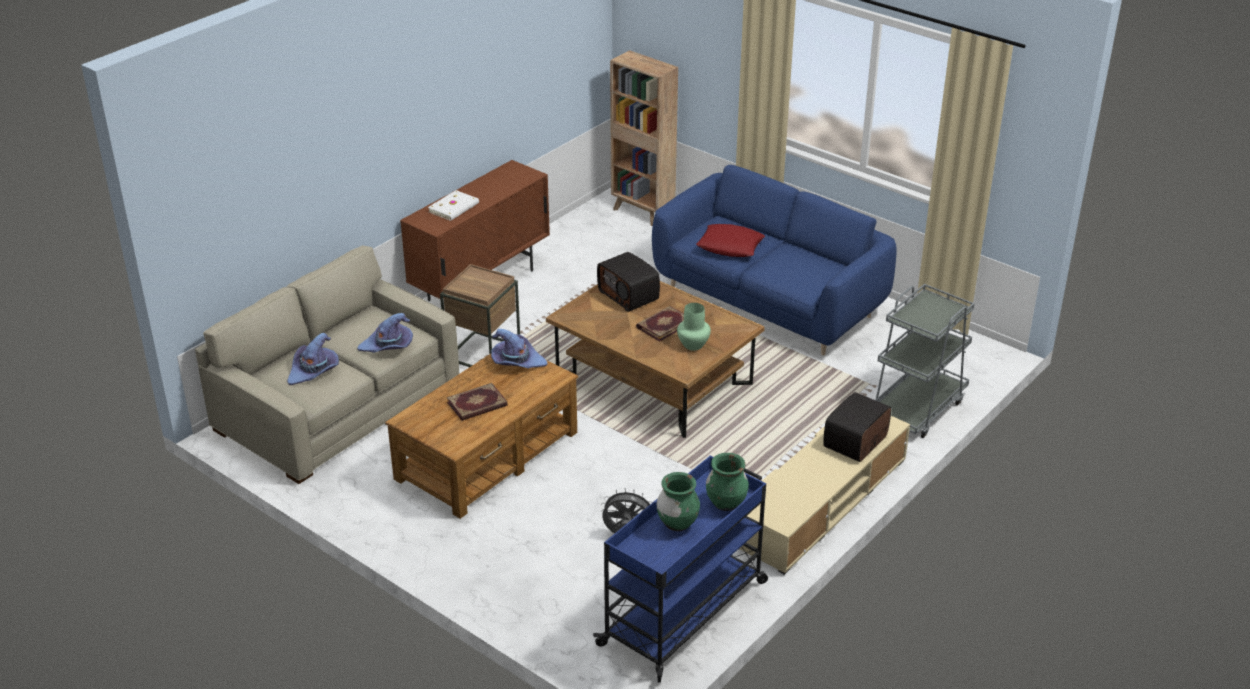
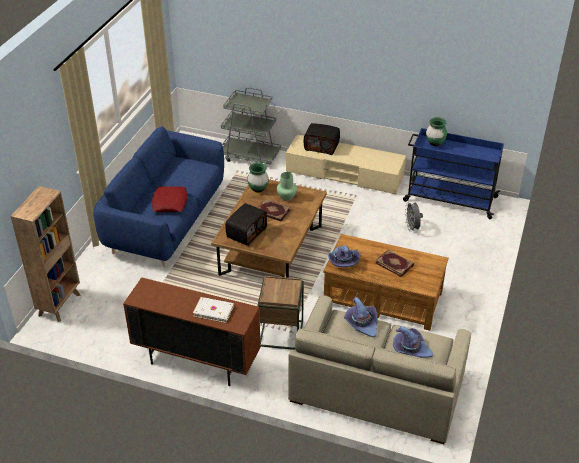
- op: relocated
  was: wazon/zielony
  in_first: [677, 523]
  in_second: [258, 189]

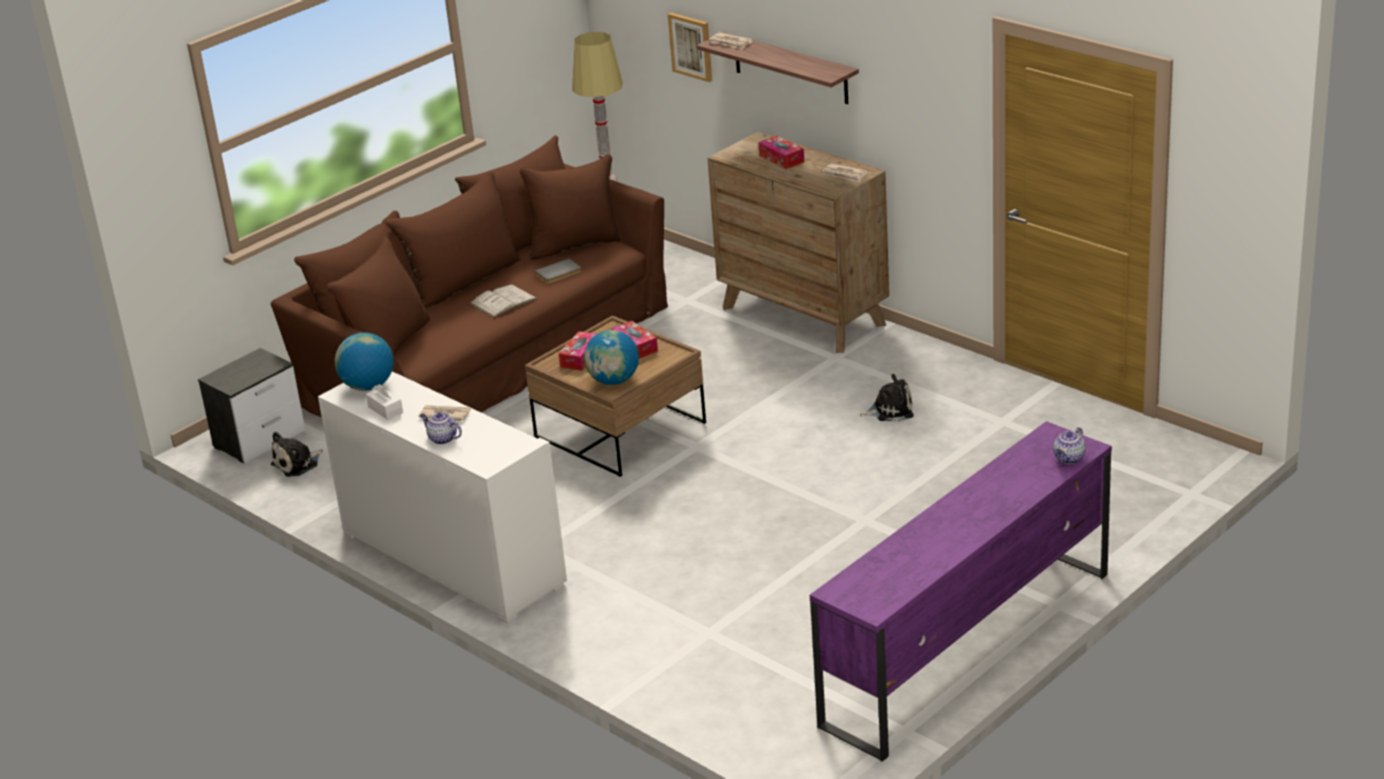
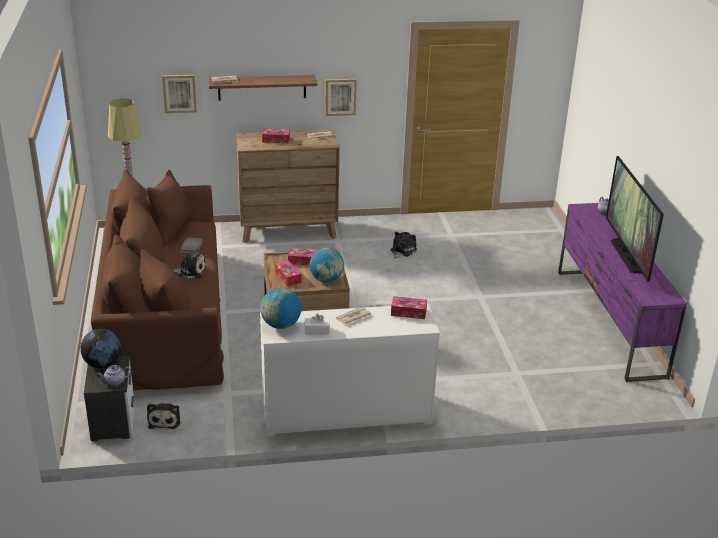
- op: relocated
  was: imbryk
  in_first: [442, 439]
  in_second: [114, 382]
- op: exchanged
  was: książka/biały
  now: pluszak
  in_first: [503, 301]
  in_second: [190, 271]
- op: appeared
  now: globus
  in_second: [102, 364]
- op: appeared
  now: obraz
  in_second: [340, 96]
- op: appeared
  now: pudełko chusteczek
  in_second: [408, 312]
- op: appeared
  now: telewizor
  in_second: [626, 256]

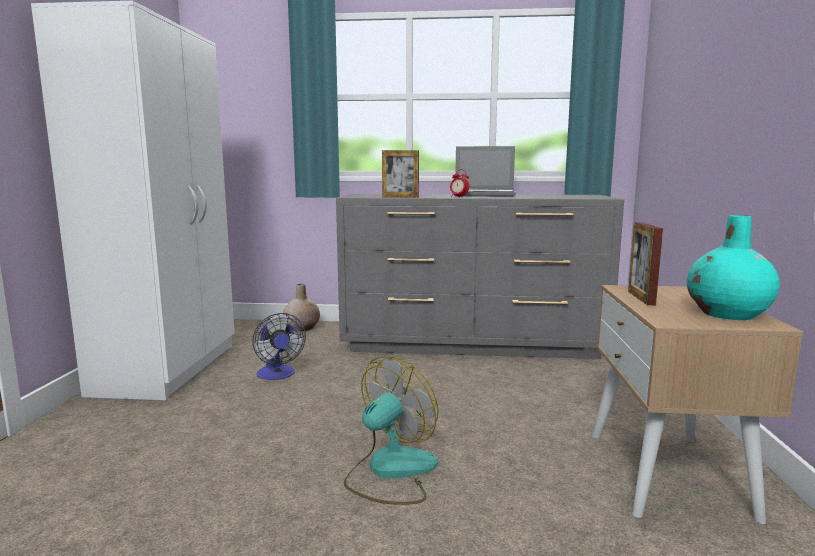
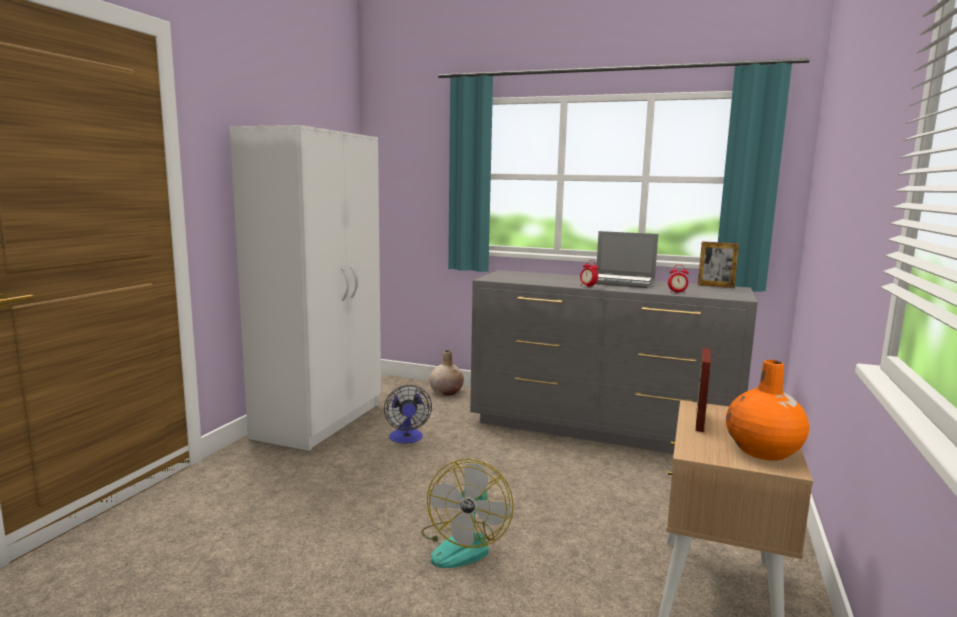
- op: spun
  was: wentylator
  in_first: [390, 471]
  in_second: [464, 544]
  clockwise: 135
- op: relocated
  was: ramka na zdjęcie
  in_first: [400, 197]
  in_second: [716, 286]
- op: colour
  was: wazon/turkusowy
  now: wazon/pomarańczowy
  in_first: [728, 314]
  in_second: [763, 451]
- op: appeared
  now: budzik
  in_second: [677, 293]

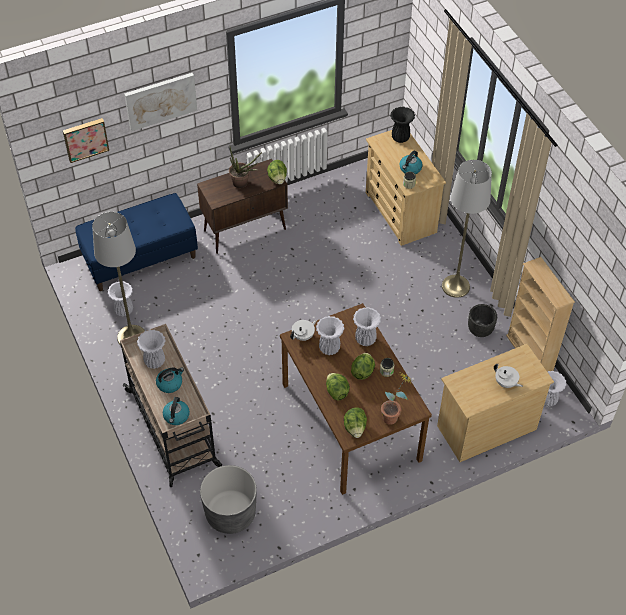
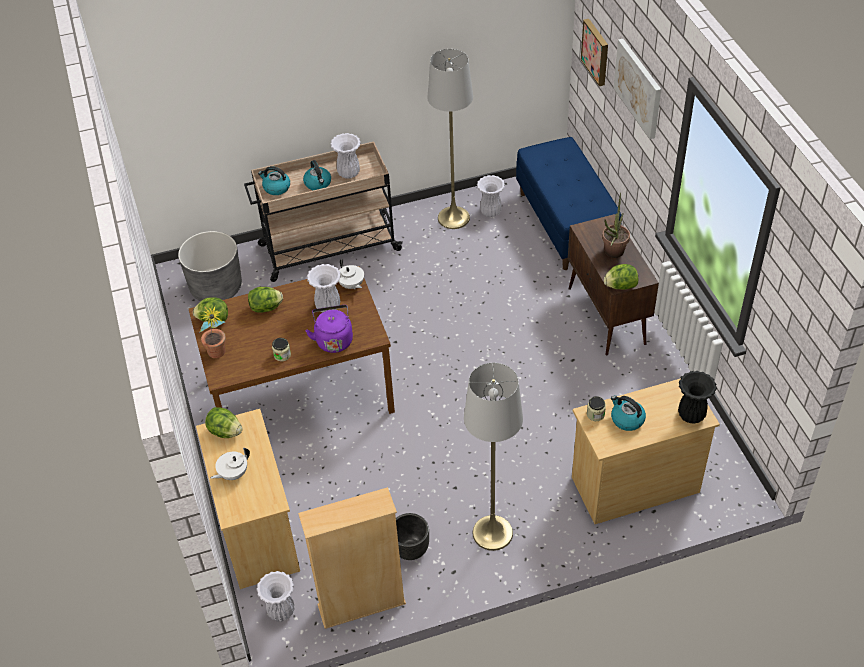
- op: relocated
  was: sałata
  in_first: [363, 371]
  in_second: [225, 432]
- op: exchanged
  was: wazon/biały
  now: czajnik/fioletowy
  in_first: [365, 339]
  in_second: [333, 339]

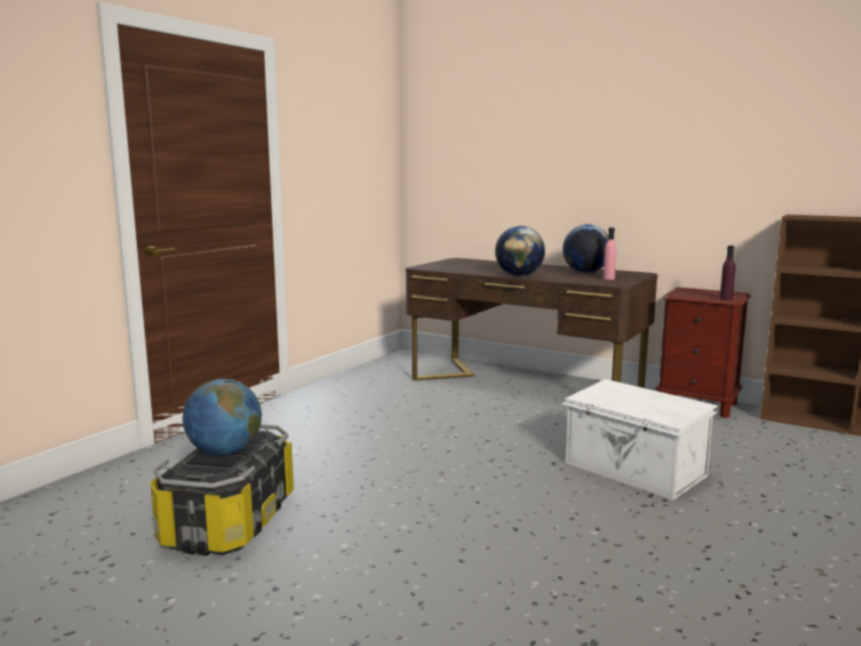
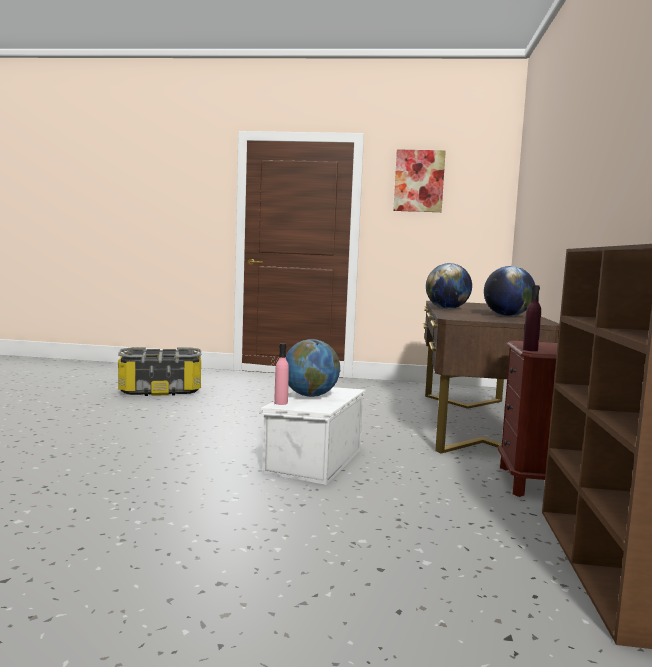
- op: relocated
  was: globus
  in_first: [225, 452]
  in_second: [310, 396]
- op: relocated
  was: butelka/różowy
  in_first: [608, 278]
  in_second: [281, 403]
- op: appeared
  now: obraz
  in_second: [419, 181]

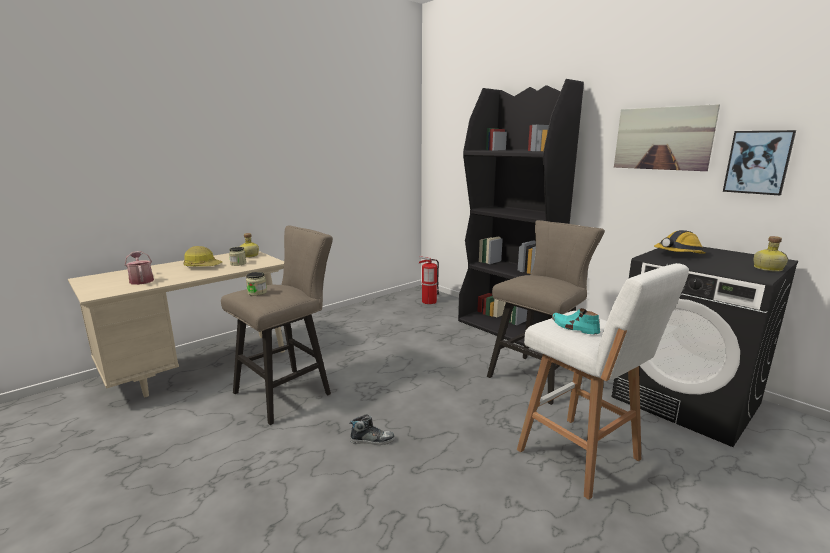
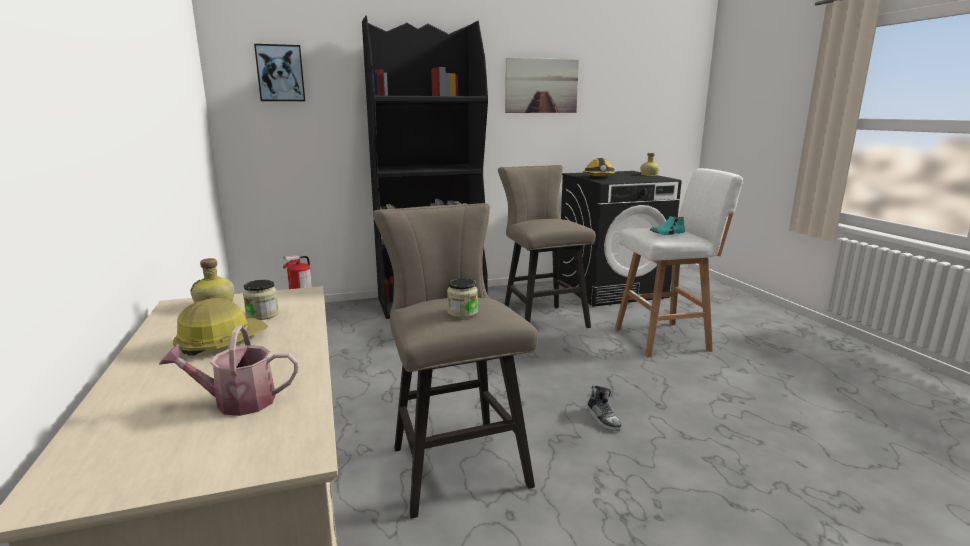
- op: spun
  was: but
  in_first: [372, 440]
  in_second: [603, 419]
  clockwise: 135
- op: relocated
  was: obraz
  in_first: [758, 162]
  in_second: [280, 73]

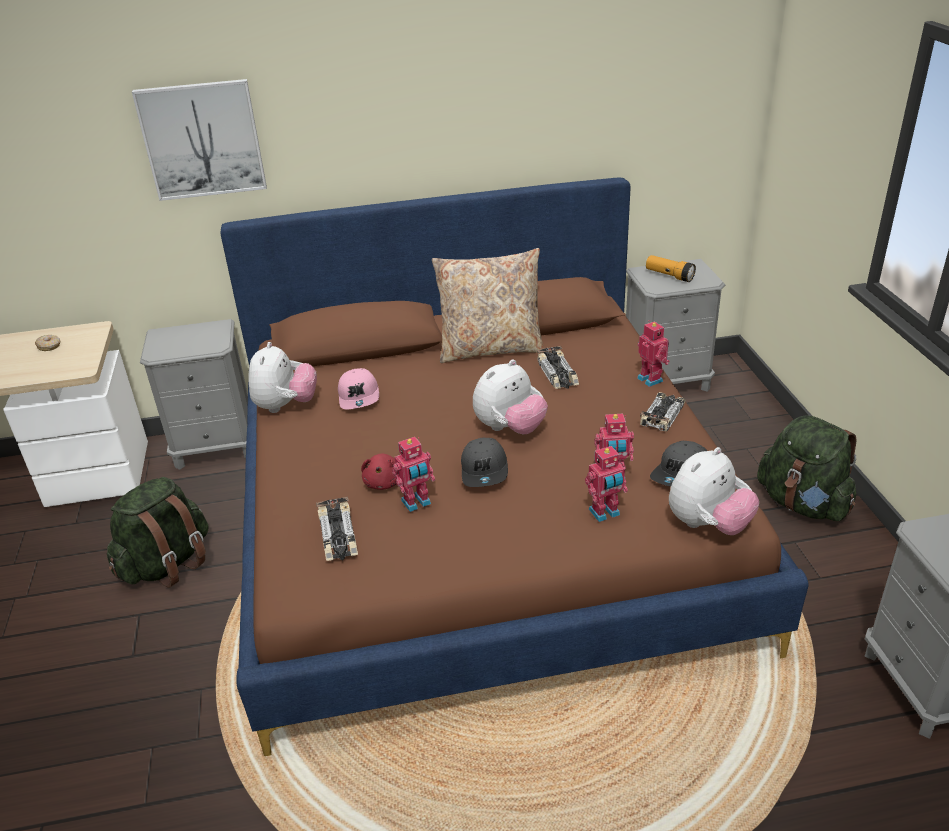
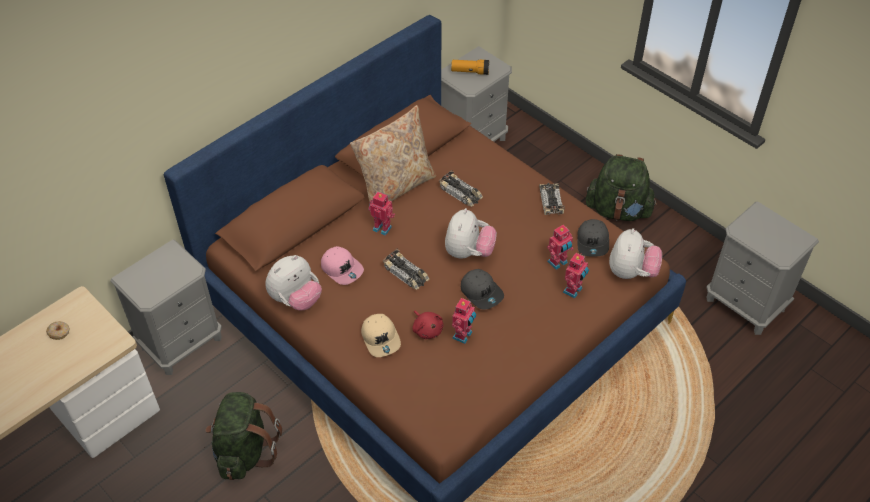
- op: missing
  was: obraz
  in_first: [202, 140]
- op: spun
  was: pluszak
  in_first: [285, 406]
  in_second: [296, 299]
  clockwise: 75
- op: relocated
  was: samochodzik
  in_first: [338, 536]
  in_second: [406, 273]
- op: relocated
  was: robot zabawkowy
  in_first: [651, 379]
  in_second: [382, 227]
- op: appeared
  now: czapka z daszkiem/beżowy
  in_second: [381, 338]

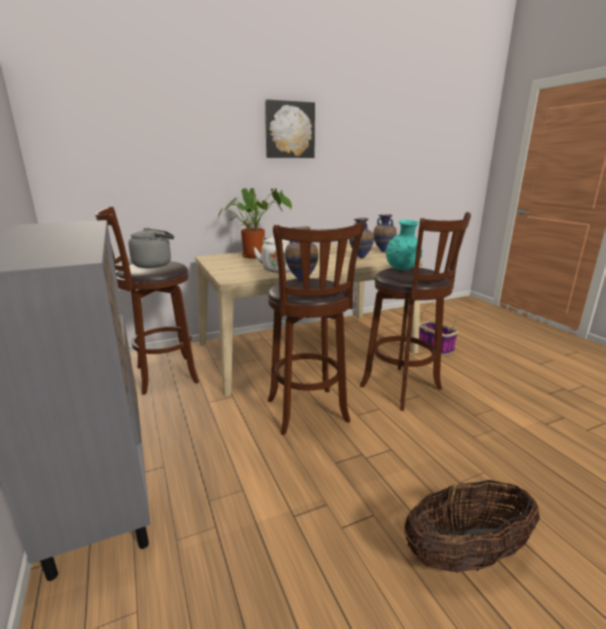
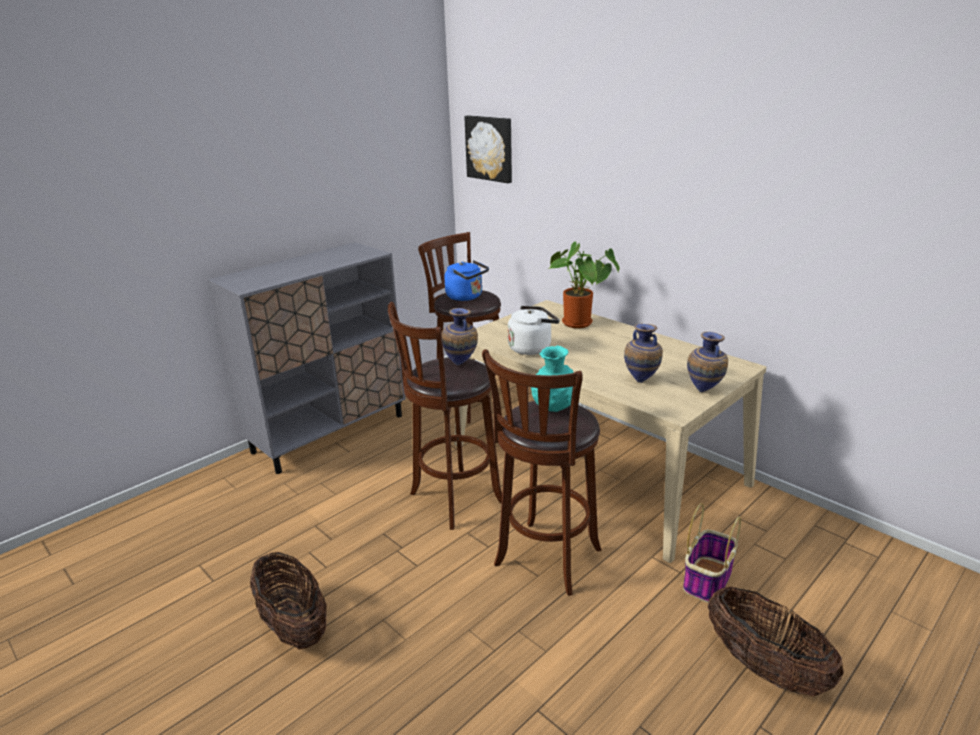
- op: colour
  was: czajnik/szary
  now: czajnik/niebieski
  in_first: [155, 264]
  in_second: [466, 297]
- op: relocated
  was: obraz
  in_first: [289, 130]
  in_second: [490, 148]
- op: appeared
  now: koszyk
  in_second: [764, 668]

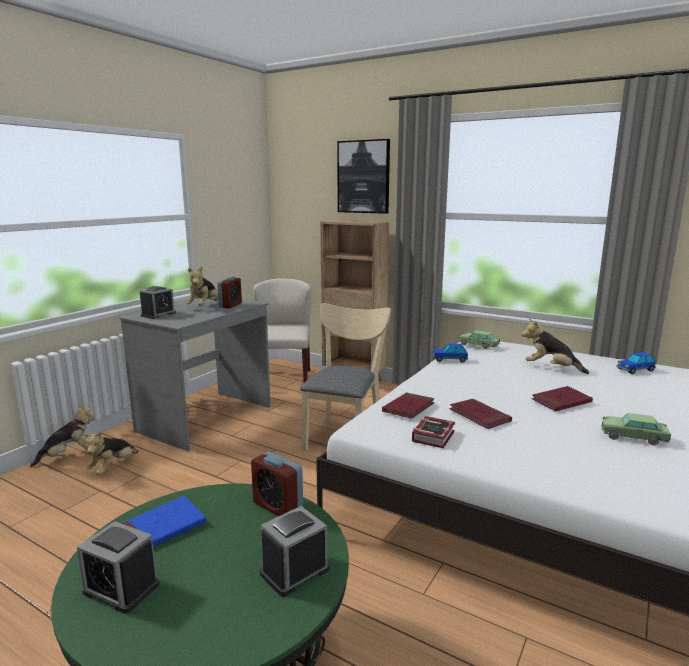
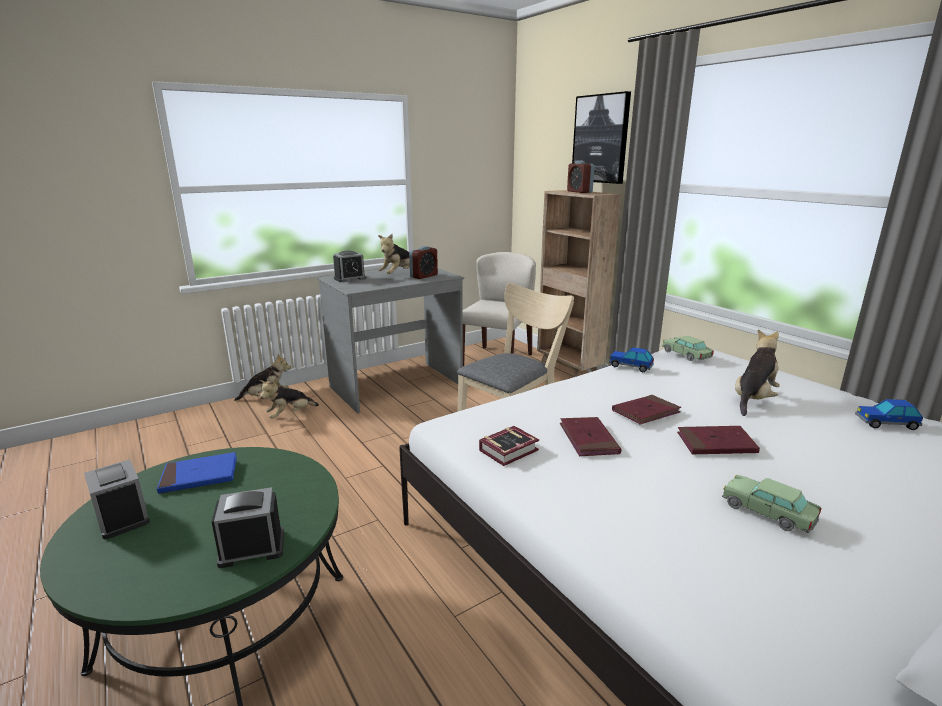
- op: relocated
  was: budzik
  in_first: [278, 506]
  in_second: [579, 192]
- op: relocated
  was: książka/czerwony
  in_first: [408, 408]
  in_second: [646, 412]
- op: spun
  was: pluszak
  in_first: [551, 368]
  in_second: [753, 399]
  clockwise: 75

